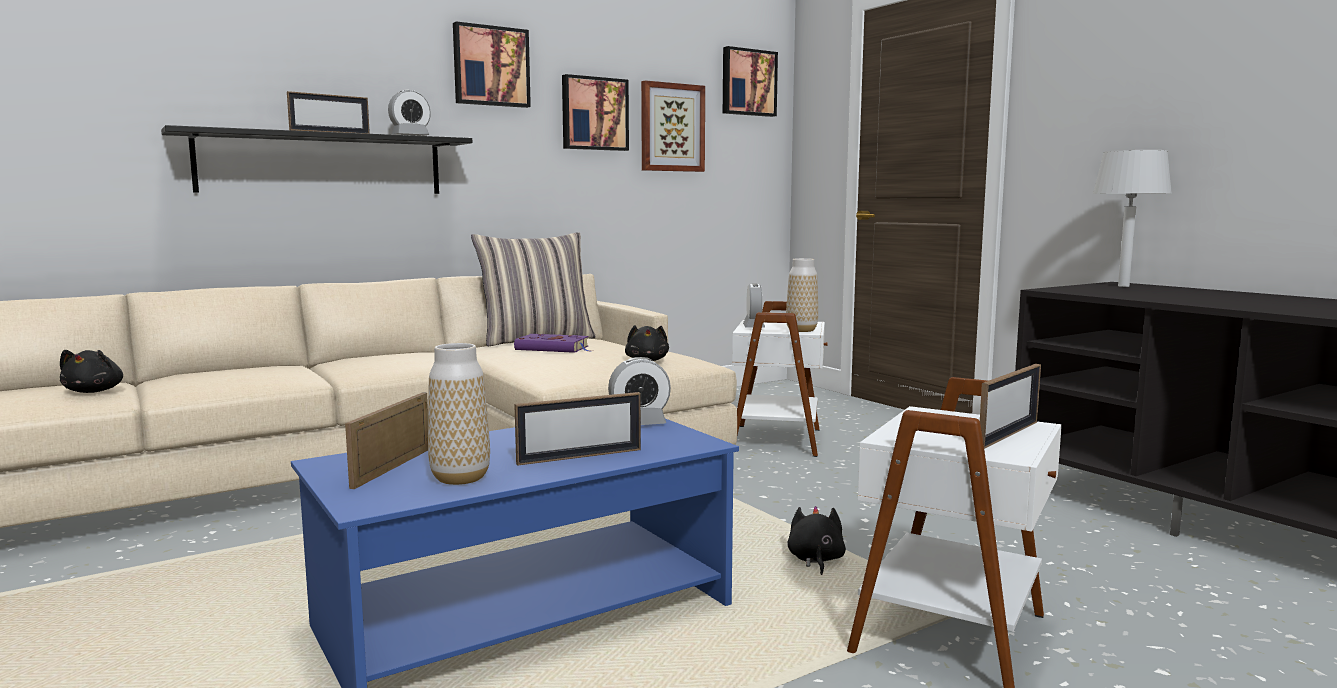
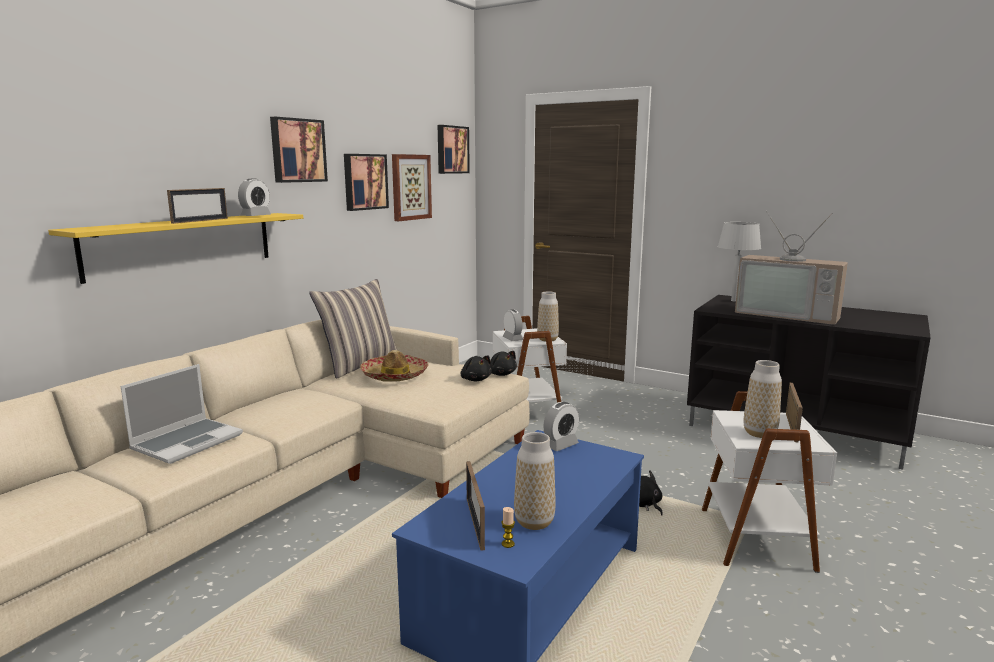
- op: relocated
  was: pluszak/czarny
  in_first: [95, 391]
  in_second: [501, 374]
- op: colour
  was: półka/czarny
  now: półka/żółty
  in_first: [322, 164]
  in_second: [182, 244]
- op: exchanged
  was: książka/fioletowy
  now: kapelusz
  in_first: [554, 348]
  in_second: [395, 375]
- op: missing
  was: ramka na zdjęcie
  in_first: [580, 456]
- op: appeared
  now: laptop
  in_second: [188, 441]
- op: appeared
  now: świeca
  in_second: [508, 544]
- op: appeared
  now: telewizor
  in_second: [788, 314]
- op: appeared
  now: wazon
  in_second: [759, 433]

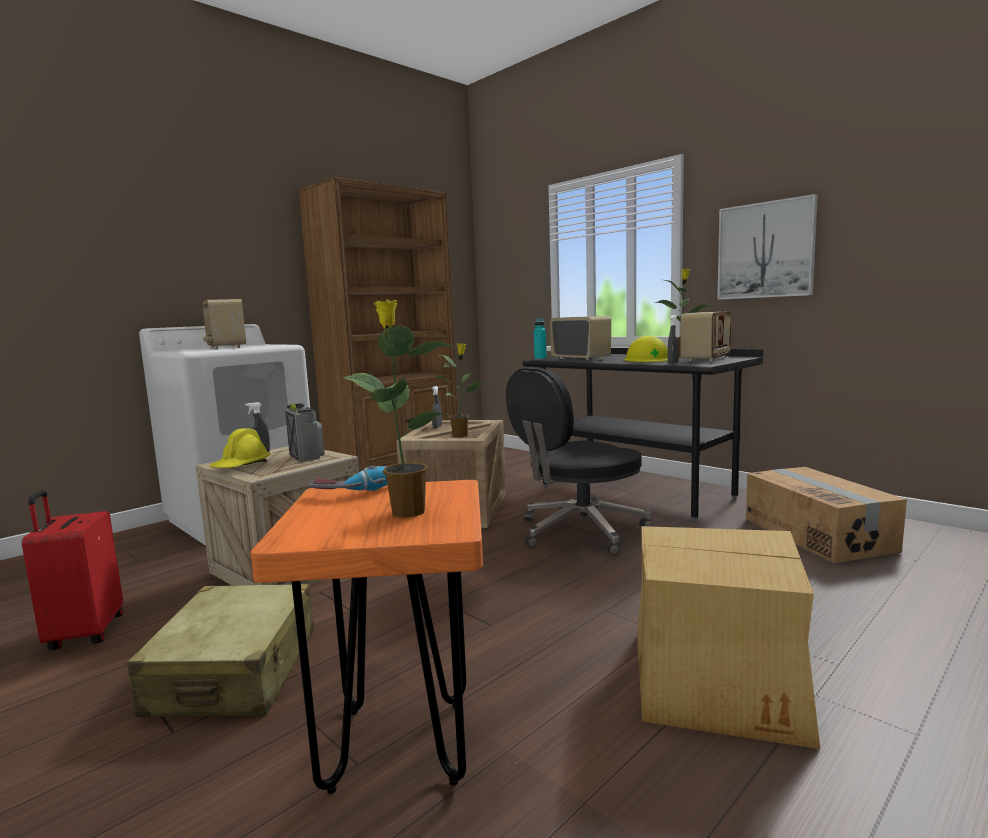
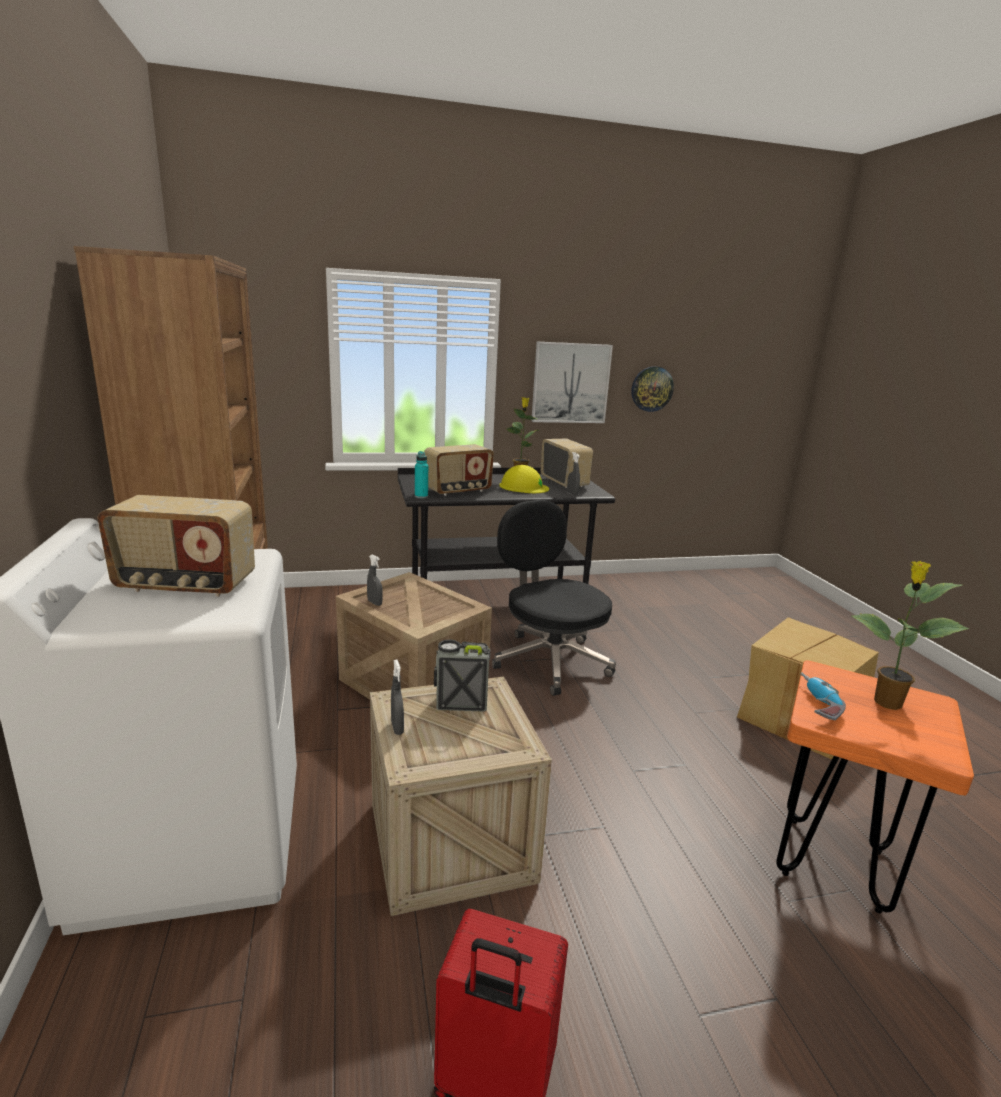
- op: missing
  was: walizka/beżowy
  in_first: [235, 671]
- op: missing
  was: kask/żółty
  in_first: [241, 466]
- op: missing
  was: roślina doniczkowa
  in_first: [461, 435]
- op: spun
  was: krzesło biurowe/czarny
  in_first: [579, 531]
  in_second: [549, 660]
  clockwise: 150
- op: spun
  was: radio
  in_first: [580, 359]
  in_second: [458, 491]
  clockwise: 150
- op: missing
  was: karton
  in_first: [818, 534]
- op: appeared
  now: zegar ścienny
  in_second: [651, 389]

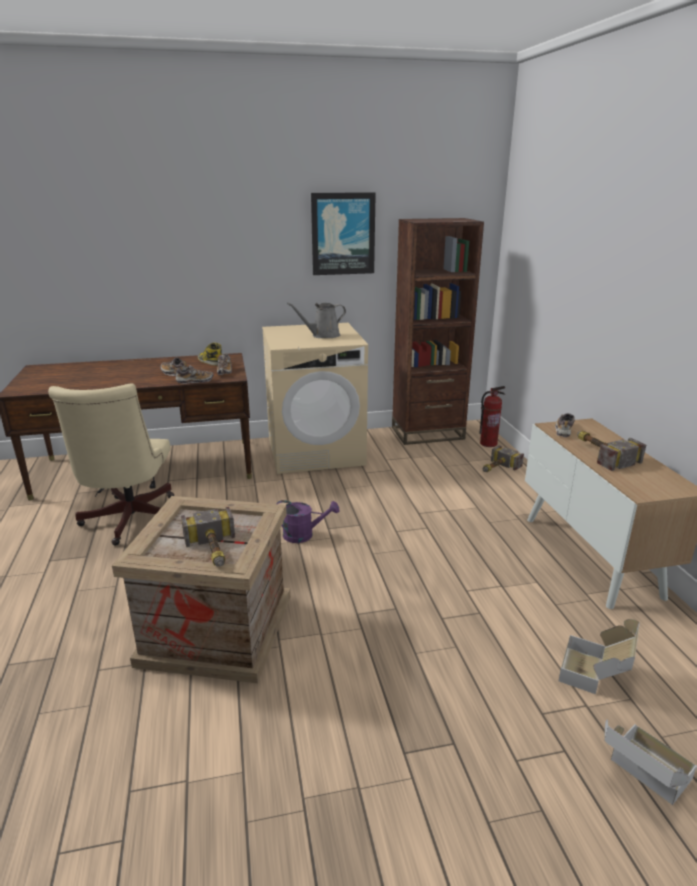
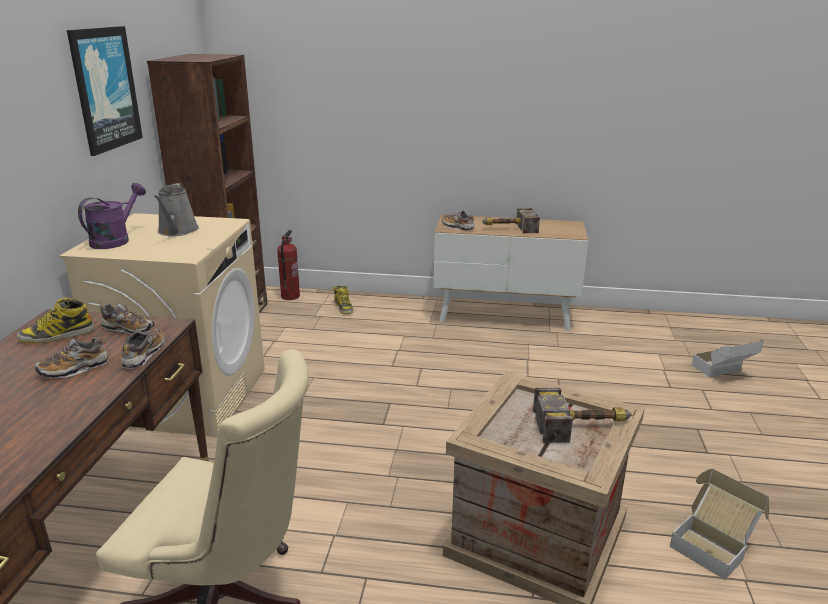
- op: relocated
  was: konewka/fioletowy
  in_first: [304, 535]
  in_second: [115, 240]
- op: exchanged
  was: młotek
  now: but z cholewką
  in_first: [496, 469]
  in_second: [343, 307]
- op: relocated
  was: karton
  in_first: [596, 675]
  in_second: [713, 545]

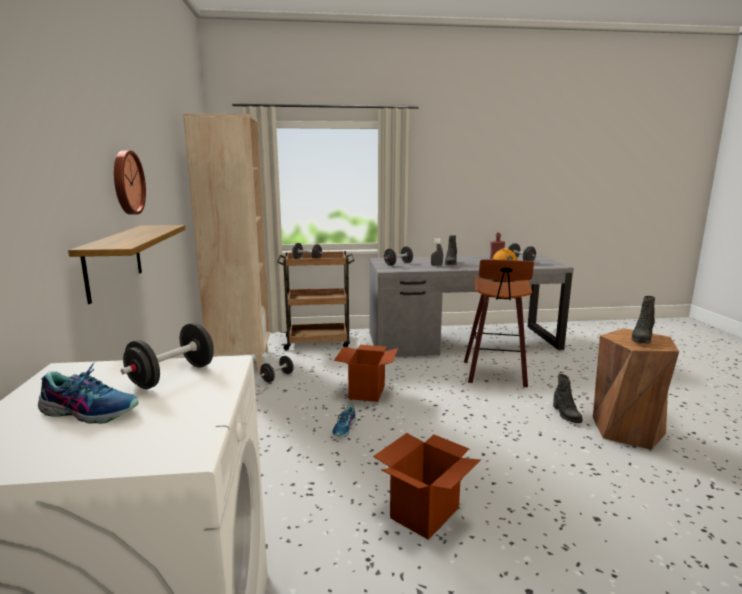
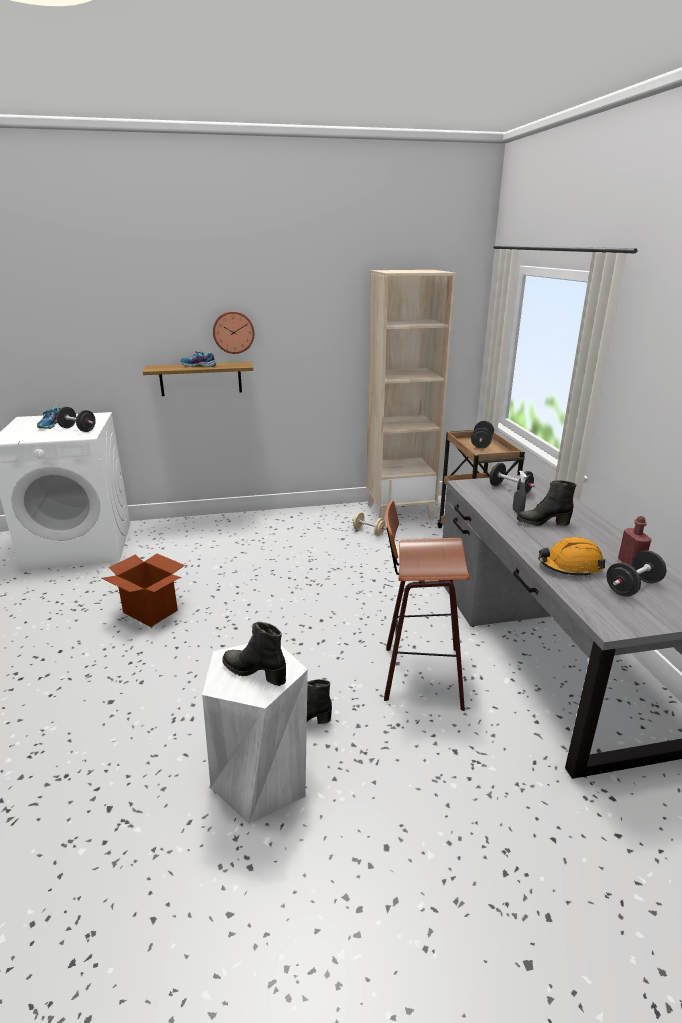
- op: colour
  was: hantel/czarny
  now: hantel/beżowy
  in_first: [277, 377]
  in_second: [369, 532]
- op: relocated
  was: but
  in_first: [345, 428]
  in_second: [198, 365]
- op: missing
  was: karton
  in_first: [367, 392]
- op: colour
  was: stołek/brązowy
  now: stołek/biały
  in_first: [627, 430]
  in_second: [261, 779]

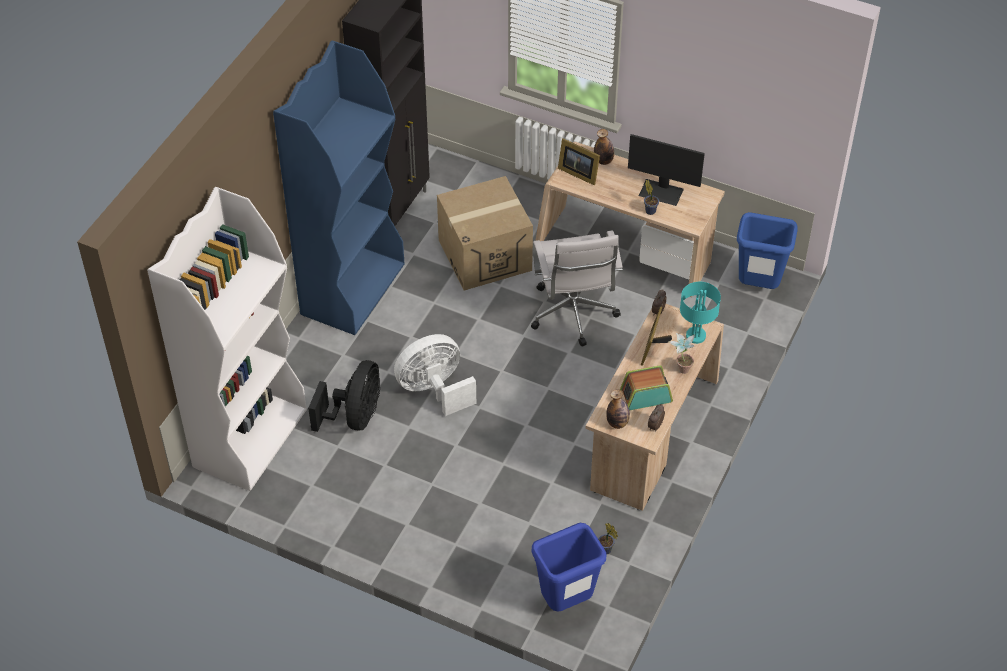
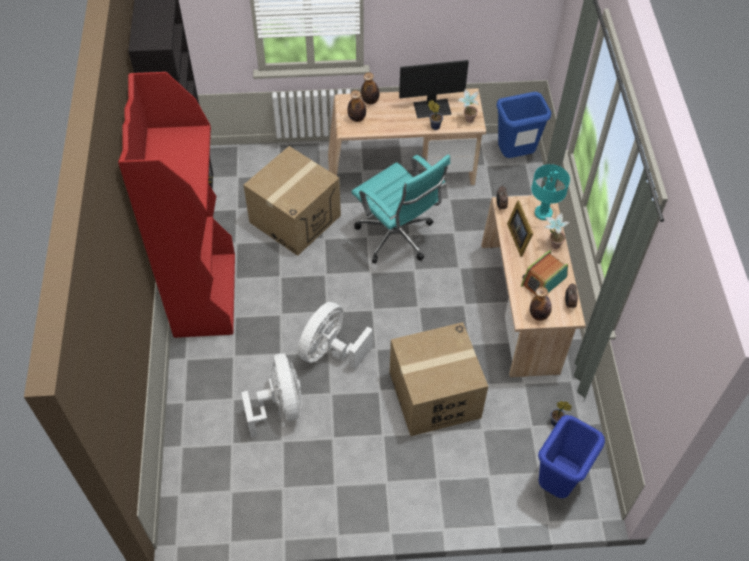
- op: missing
  was: regał/biały
  in_first: [250, 437]
- op: colour
  was: regał/niebieski
  now: regał/czerwony
  in_first: [353, 288]
  in_second: [204, 294]
- op: colour
  was: wentylator/czarny
  now: wentylator/biały
  in_first: [355, 417]
  in_second: [280, 407]
- op: colour
  was: krzesło biurowe/biały
  now: krzesło biurowe/turkusowy
  in_first: [573, 315]
  in_second: [397, 238]
- op: exchanged
  was: ramka na zdjęcie
  now: butelka
  in_first: [578, 172]
  in_second: [357, 118]
- op: appeared
  now: karton
  in_second: [434, 395]
- op: appeared
  now: roślina doniczkowa
  in_second: [467, 121]

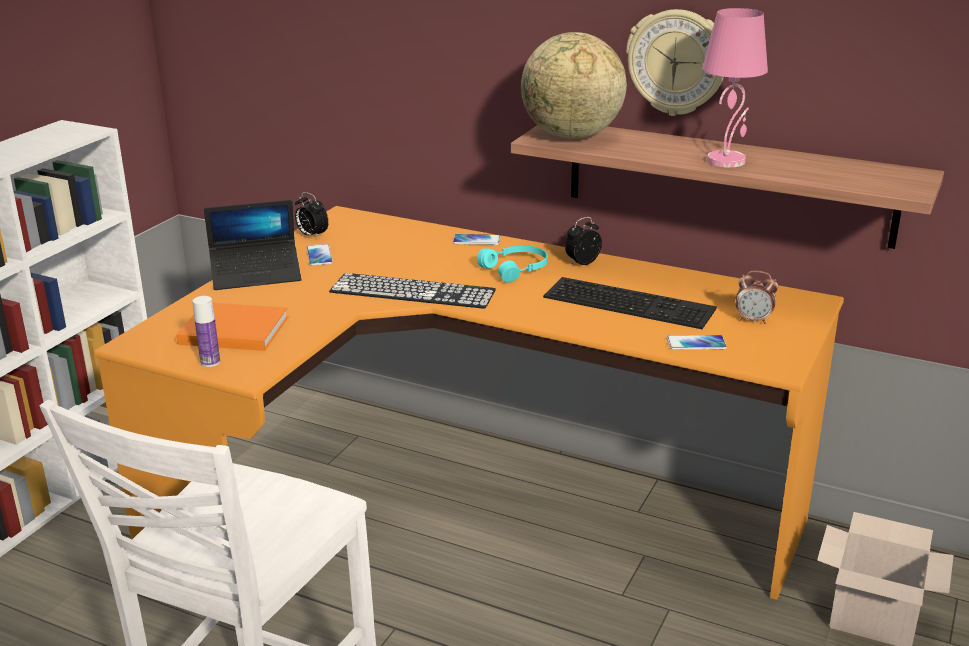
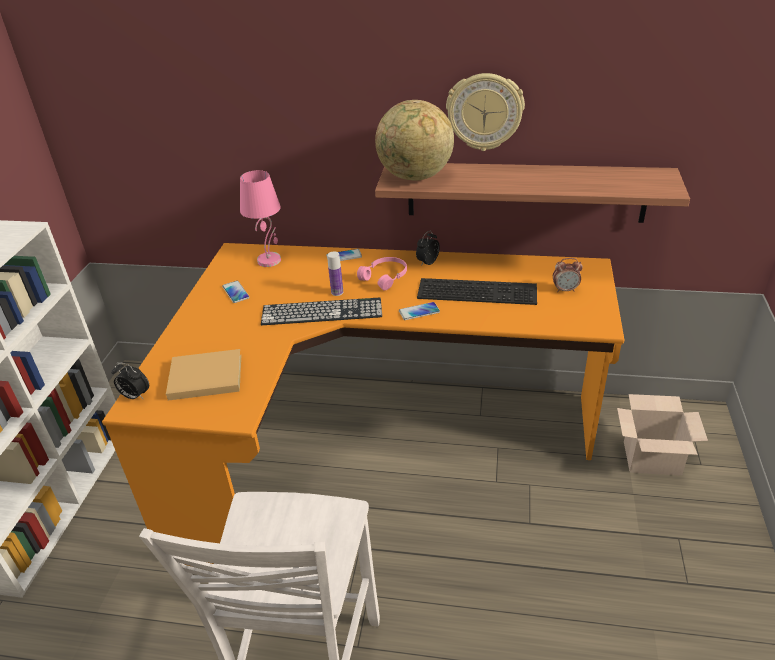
- op: colour
  was: książka/pomarańczowy
  now: książka/beżowy
  in_first: [231, 330]
  in_second: [203, 377]
- op: relocated
  was: butelka
  in_first: [210, 362]
  in_second: [337, 292]
- op: missing
  was: laptop
  in_first: [256, 274]
- op: relocated
  was: budzik
  in_first: [312, 236]
  in_second: [135, 396]
- op: colour
  was: słuchawki/turkusowy
  now: słuchawki/różowy
  in_first: [516, 269]
  in_second: [385, 277]
- op: relocated
  was: telefon
  in_first: [696, 343]
  in_second: [419, 312]
- op: relocated
  was: lampa stołowa/różowy
  in_first: [726, 160]
  in_second: [269, 260]

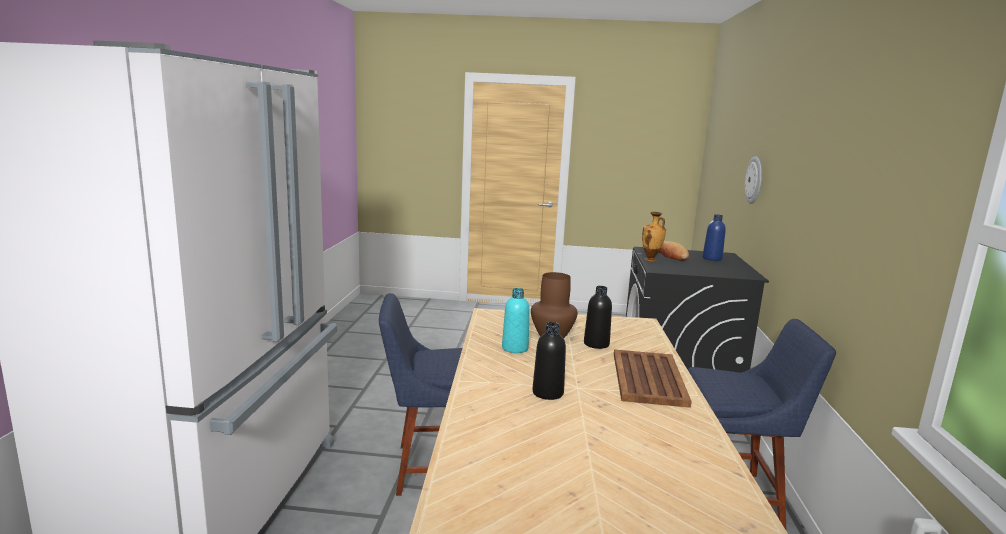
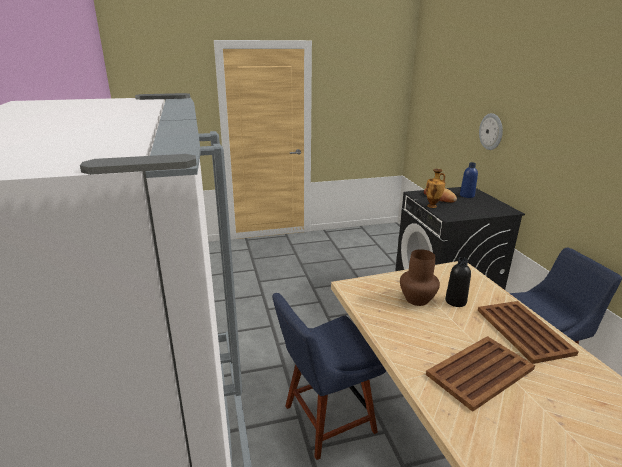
- op: missing
  was: butelka/turkusowy
  in_first: [515, 348]
- op: exchanged
  was: butelka/czarny
  now: taca/brązowy
  in_first: [548, 393]
  in_second: [479, 372]

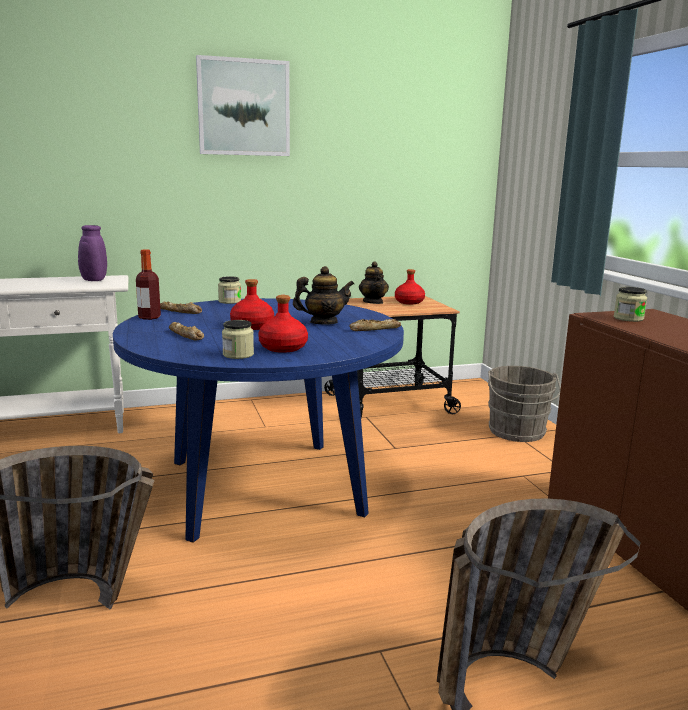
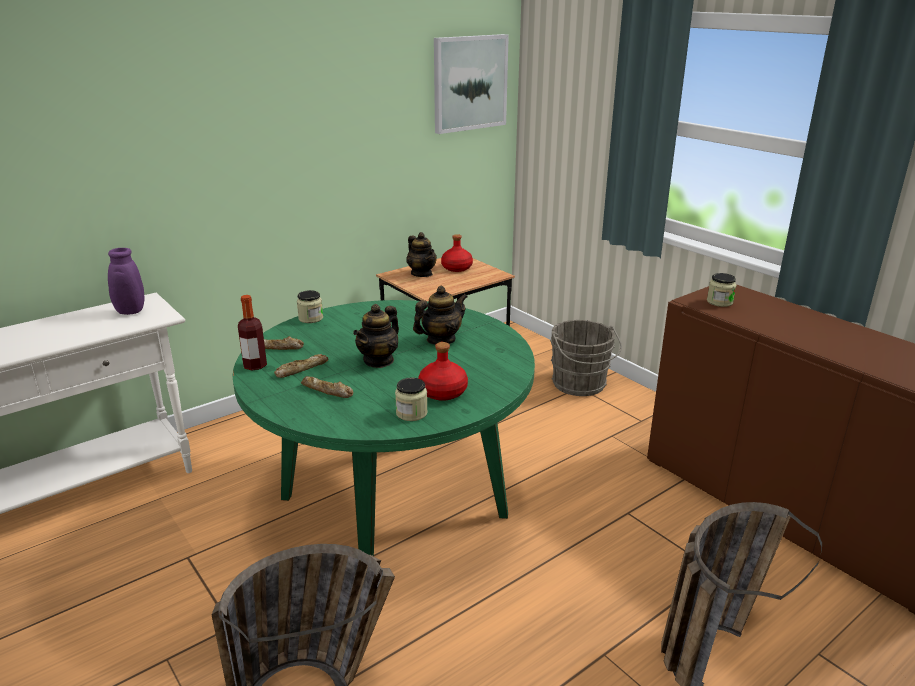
- op: colour
  was: stół jadalny/niebieski
  now: stół jadalny/zielony
  in_first: [264, 486]
  in_second: [393, 506]
- op: relocated
  was: obraz
  in_first: [243, 108]
  in_second: [469, 83]
- op: exchanged
  was: butelka/czerwony
  now: imbryk
  in_first: [253, 326]
  in_second: [379, 360]
- op: relocated
  was: chleb
  in_first: [374, 329]
  in_second: [301, 369]

